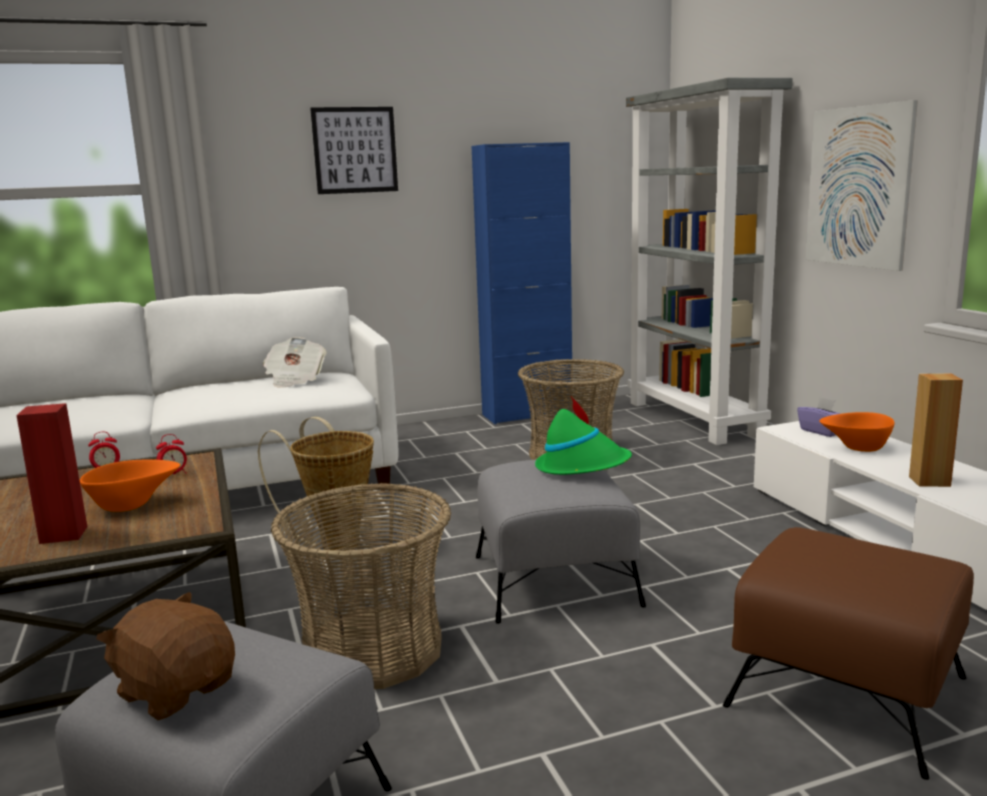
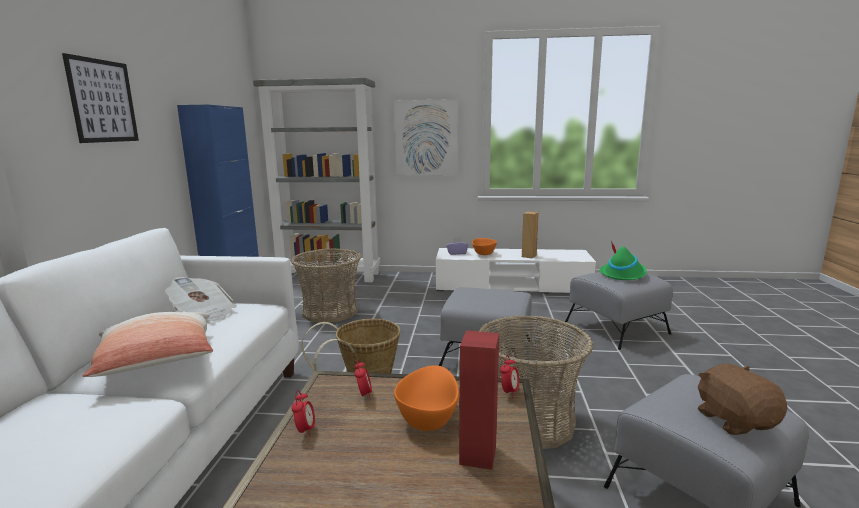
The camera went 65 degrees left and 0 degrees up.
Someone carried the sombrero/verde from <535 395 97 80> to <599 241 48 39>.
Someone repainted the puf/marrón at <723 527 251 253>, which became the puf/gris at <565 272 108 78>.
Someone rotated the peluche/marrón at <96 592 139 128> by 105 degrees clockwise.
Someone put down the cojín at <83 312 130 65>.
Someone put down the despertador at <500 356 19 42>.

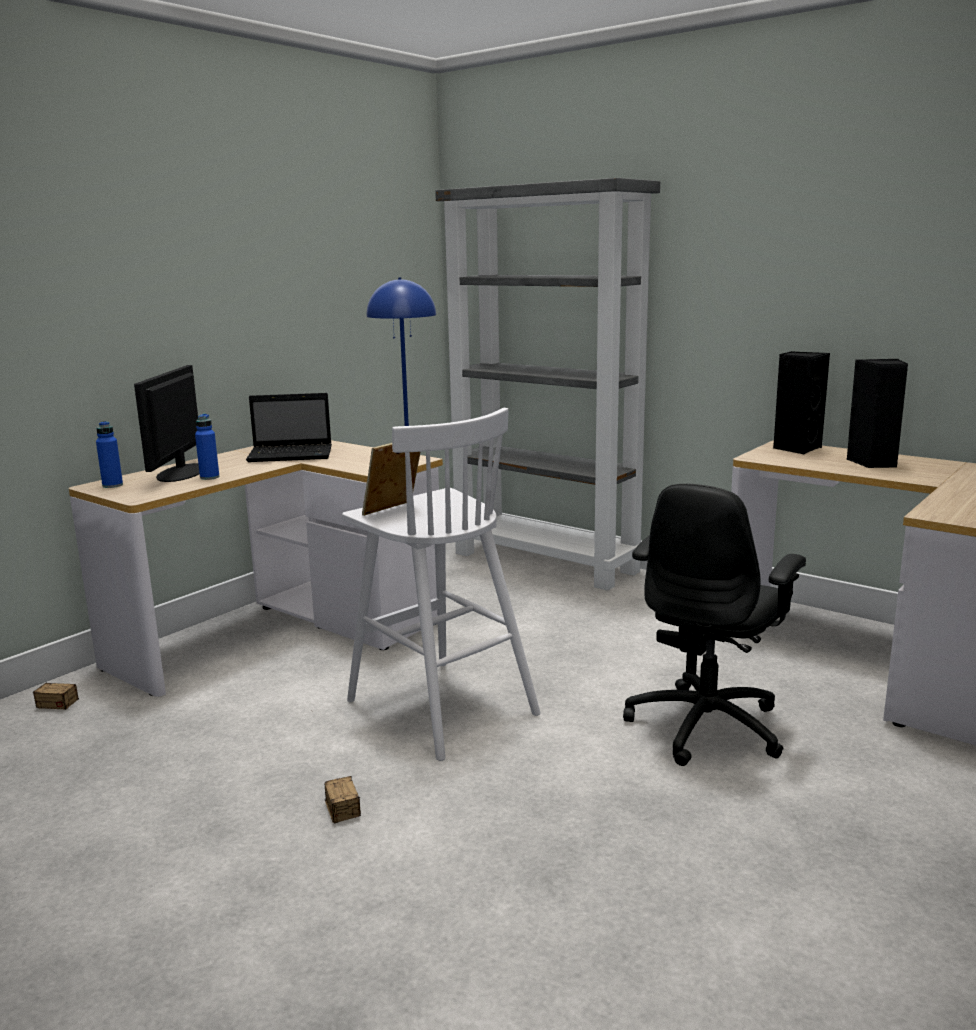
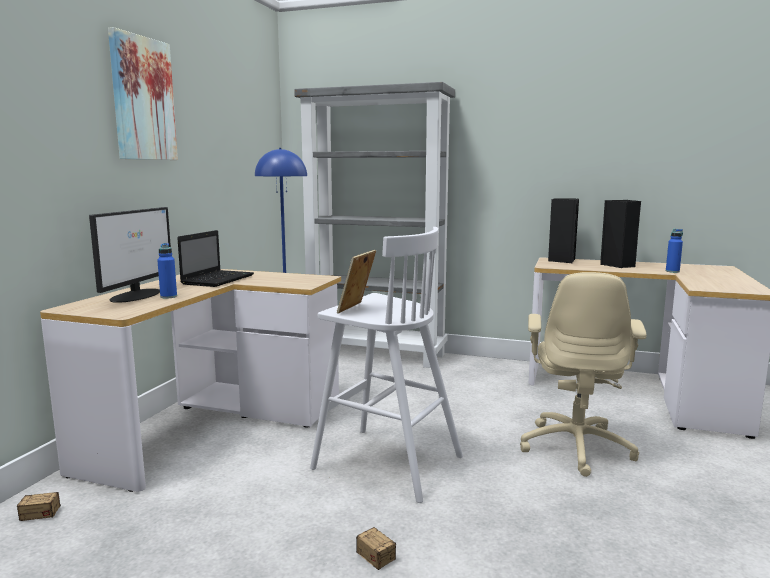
The camera went 20 degrees left and 5 degrees down.
Someone rotated the monitor at <134 365 66 117> by 150 degrees counterclockwise.
Someone rotated the portátil at <246 393 86 69> by 45 degrees counterclockwise.
Someone carried the botella/azul from <96 421 27 67> to <666 229 17 44>.
Someone repainted the silla de oficina/negro at <623 484 183 282>, which became the silla de oficina/beis at <520 272 127 205>.
Someone put up the cuadro at <108 27 70 133>.

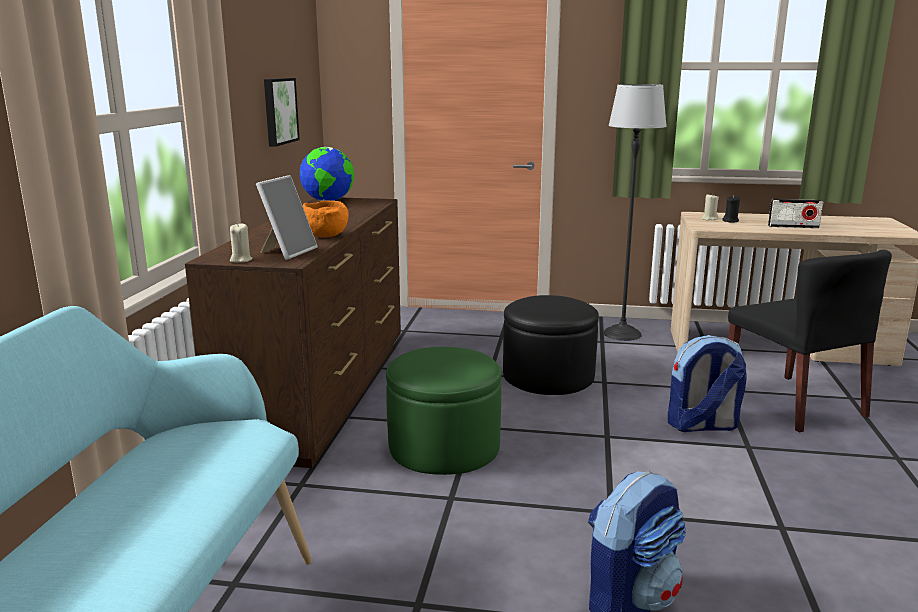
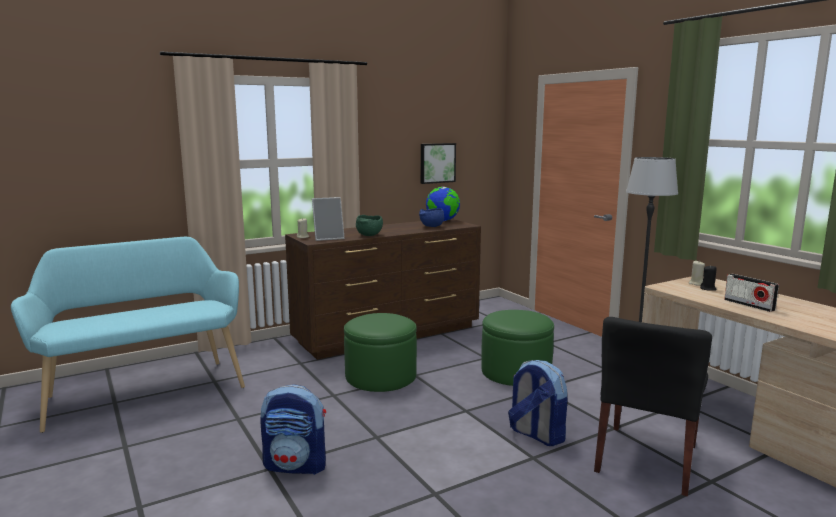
The camera went 50 degrees right and 5 degrees down.
Someone repainted the cuenco/naranja at <303 201 46 36>, which became the cuenco/verde at <356 215 27 21>.
Someone repainted the puf/negro at <503 295 96 100>, which became the puf/verde at <481 310 73 76>.
Someone put down the cuenco/azul at <419 208 25 19>.

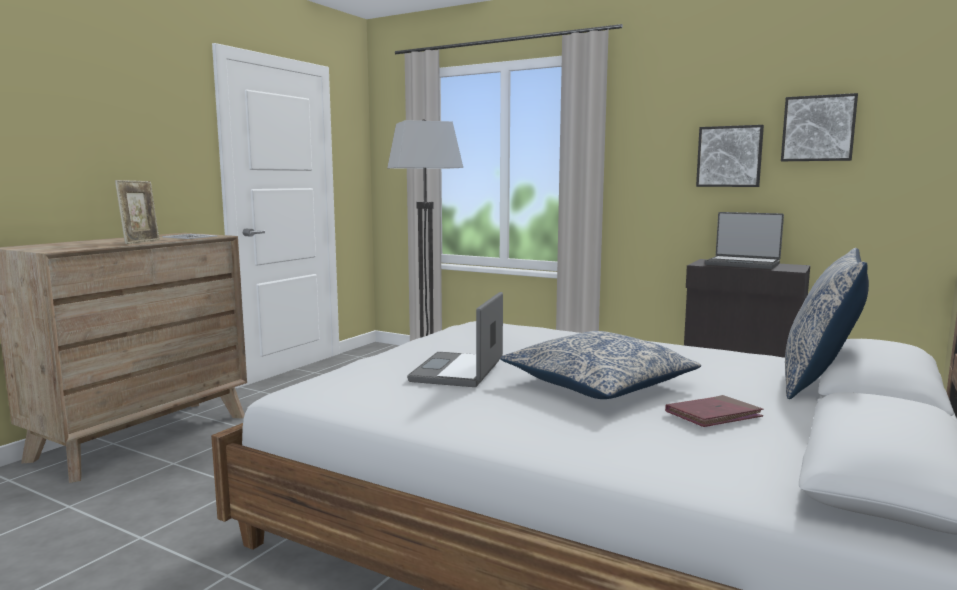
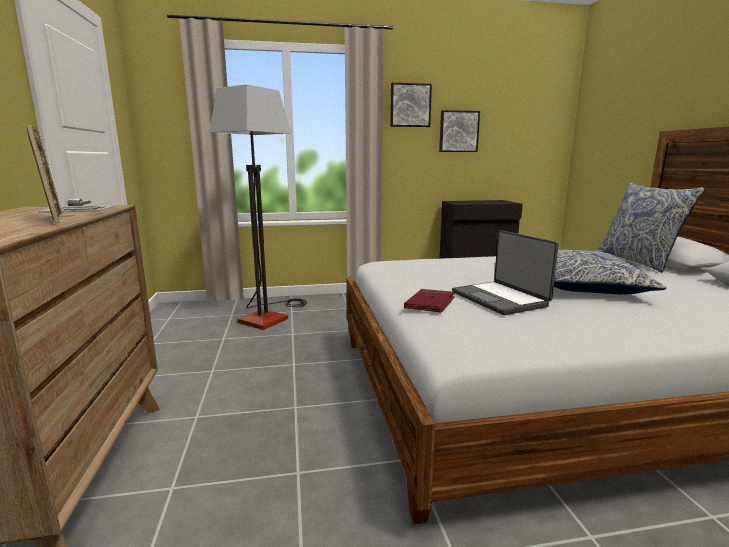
The camera went 40 degrees left and 5 degrees up.
Someone carried the cuadro from <781 93 77 68> to <390 83 42 44>.
Someone took away the portátil at <705 212 79 57>.
Someone carried the libro/rojo from <665 395 98 32> to <404 289 51 23>.

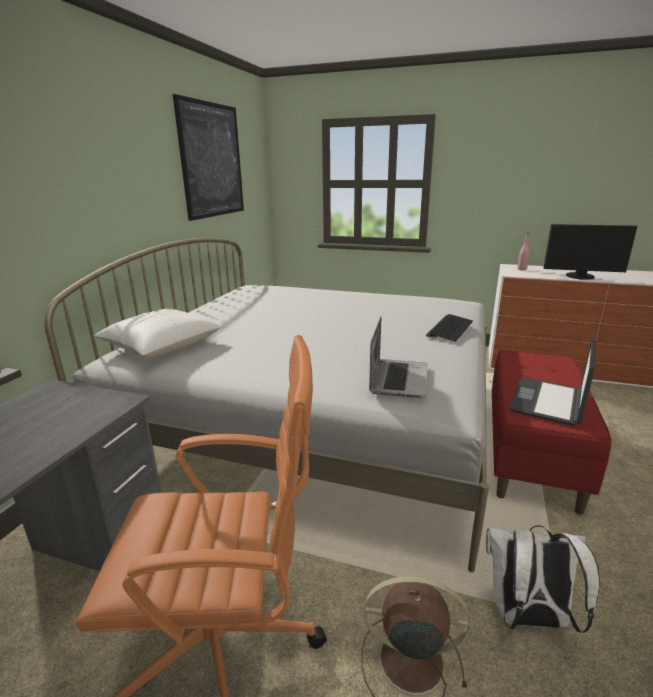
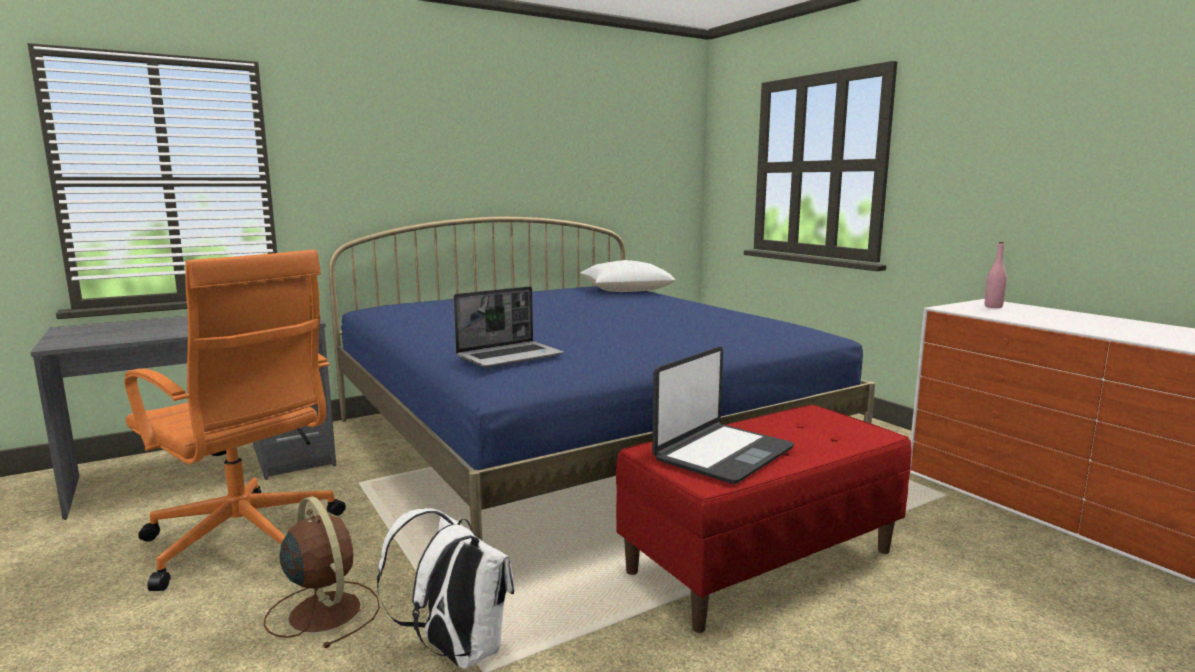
The camera went 40 degrees right and 10 degrees down.
Someone took away the cuadro at <173 94 71 127>.
Someone took away the monitor at <543 224 94 56>.
Someone repainted the cama/blanco at <44 238 445 334>, which became the cama/azul at <329 217 546 324>.
Someone carried the cojín/blanco from <93 308 127 50> to <580 260 95 32>.
Someone took away the teclado at <426 314 47 28>.
Someone rotated the portátil at <509 338 87 88> by 150 degrees clockwise.

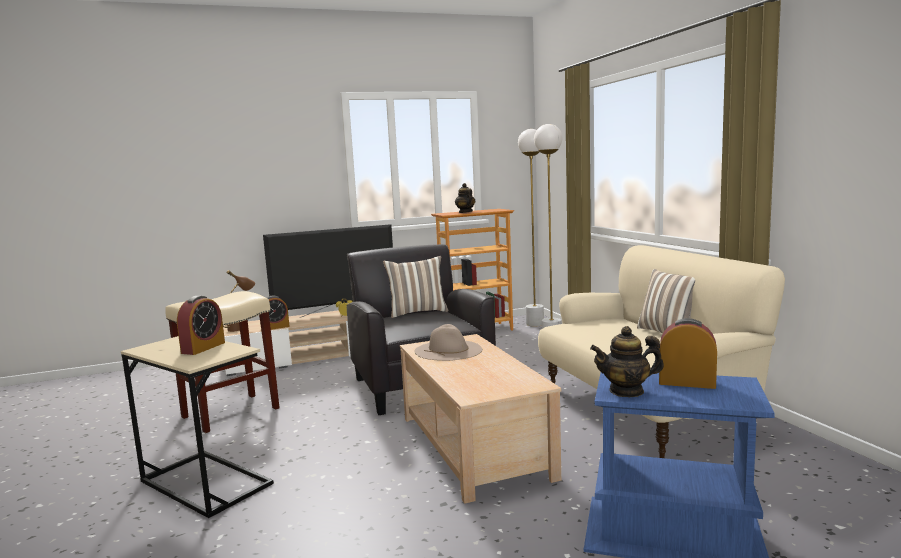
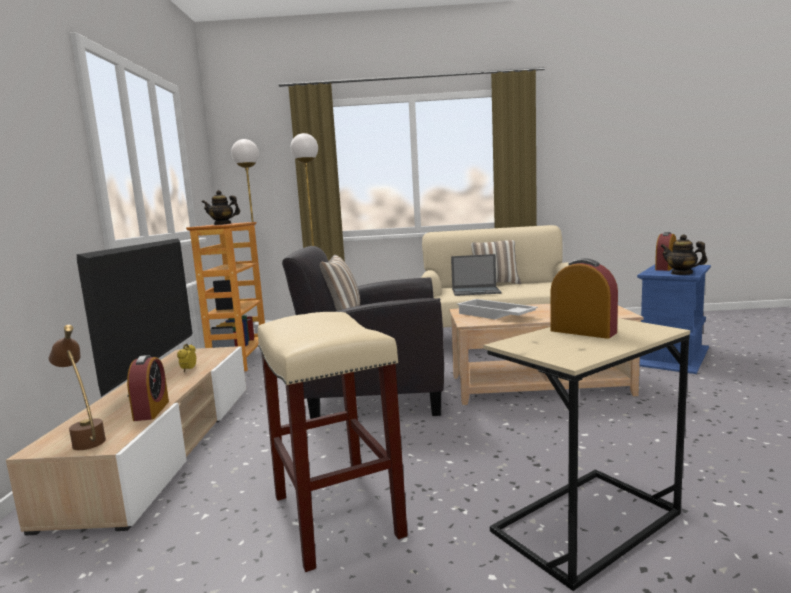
The camera went 70 degrees left and 0 degrees up.
Someone swapped the sombrero/beis at <414 324 69 37> for the bandeja/blanco at <457 299 81 20>.
Someone rotated the tetera at <590 326 74 71> by 120 degrees clockwise.
Someone put down the portátil at <451 254 50 42>.

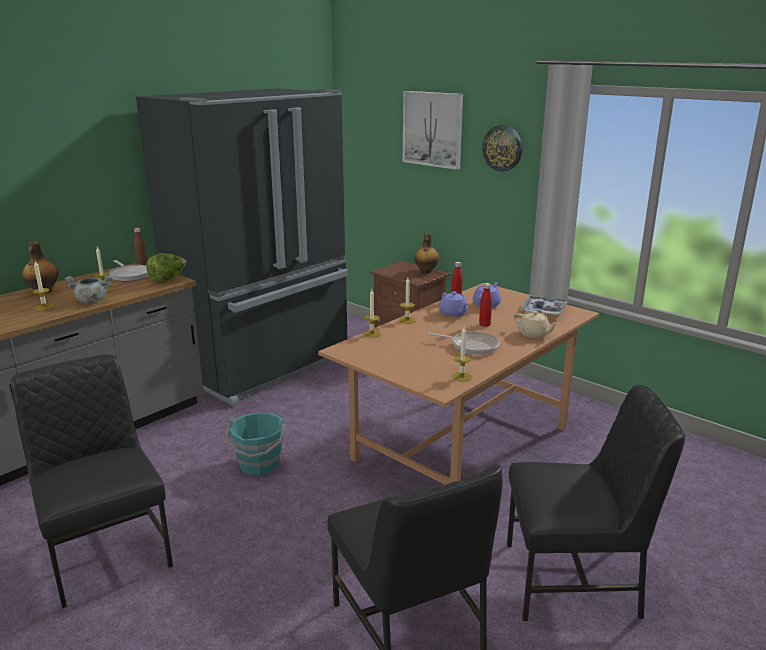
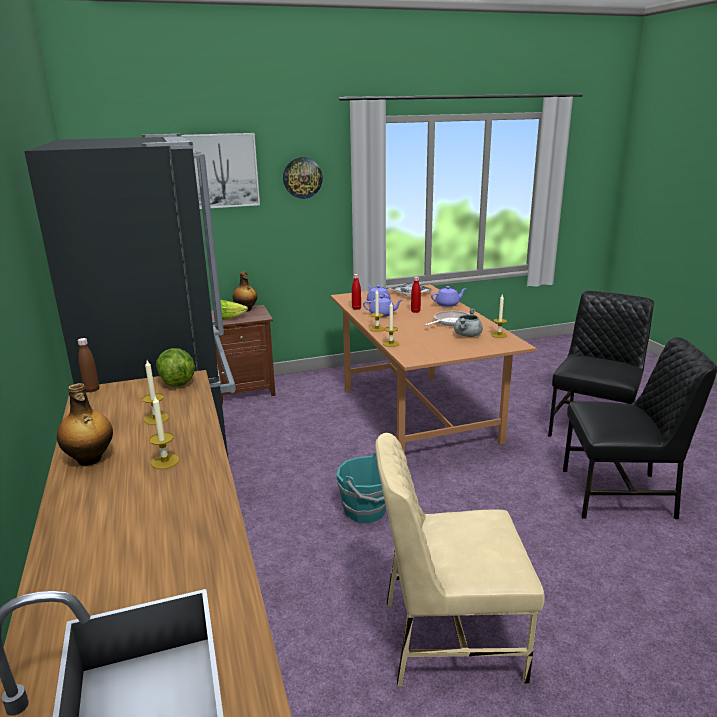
The camera went 60 degrees left and 0 degrees up.
Someone took away the sartén at <109 260 40 21>.
Someone carried the olla/gris from <64 275 48 28> to <454 308 29 29>.
Someone repainted the tetera/beis at <514 311 44 27>, which became the tetera/morado at <431 286 36 21>.
Someone repainted the silla/negro at <11 354 162 255>, which became the silla/beis at <375 433 170 254>.
Someone put down the lechuga at <220 300 28 20>.

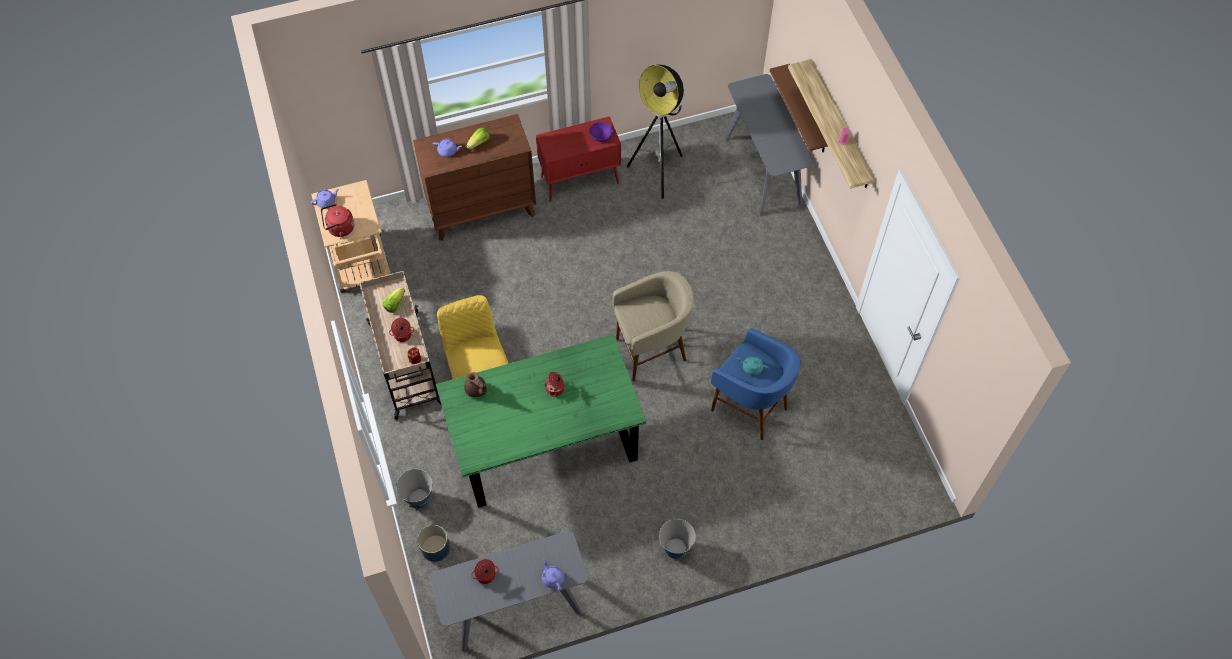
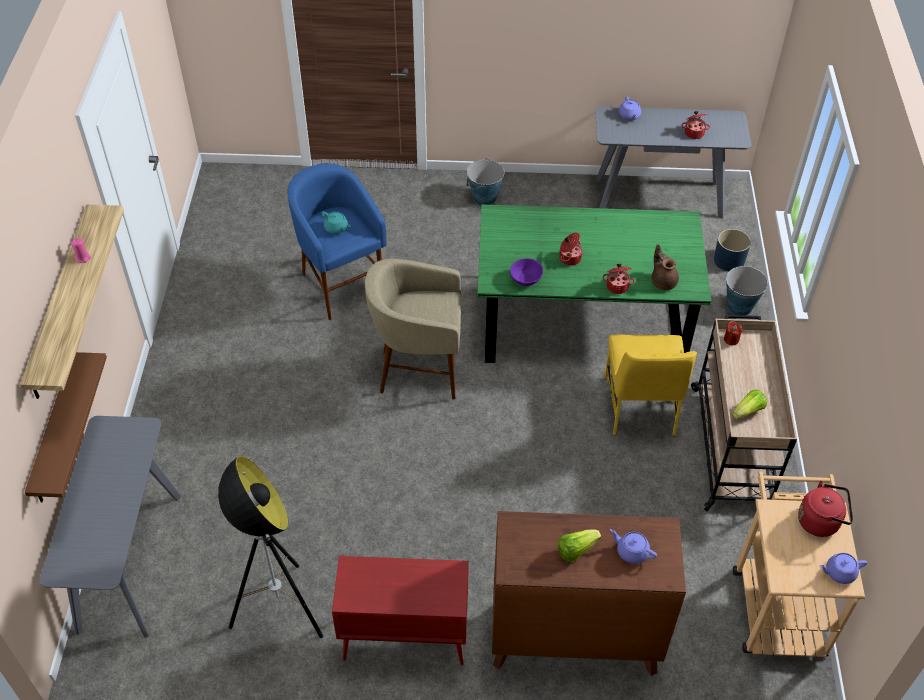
The camera went 160 degrees left and 10 degrees down.
Someone carried the cuenco/morado from <590 122 23 20> to <510 258 33 28>.
Someone carried the olla from <389 318 26 24> to <602 264 33 30>.

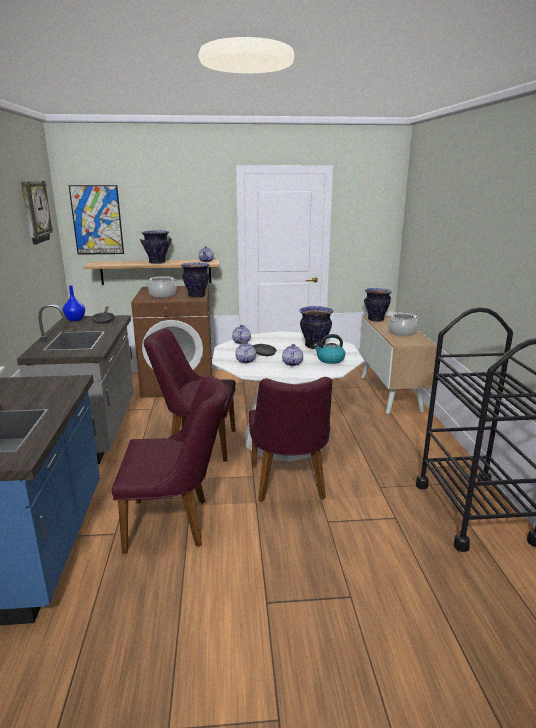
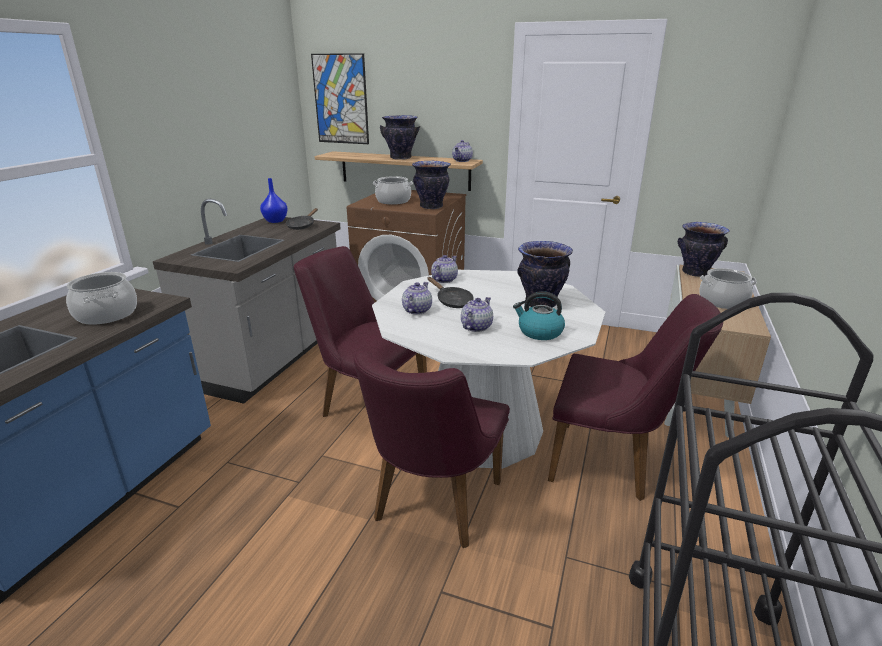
The camera went 25 degrees right and 5 degrees up.
Someone took away the reloj de pared at <21 181 32 63>.
Someone carried the silla/morado from <112 376 115 178> to <548 294 175 207>.
Someone put down the olla at <66 272 71 53>.

